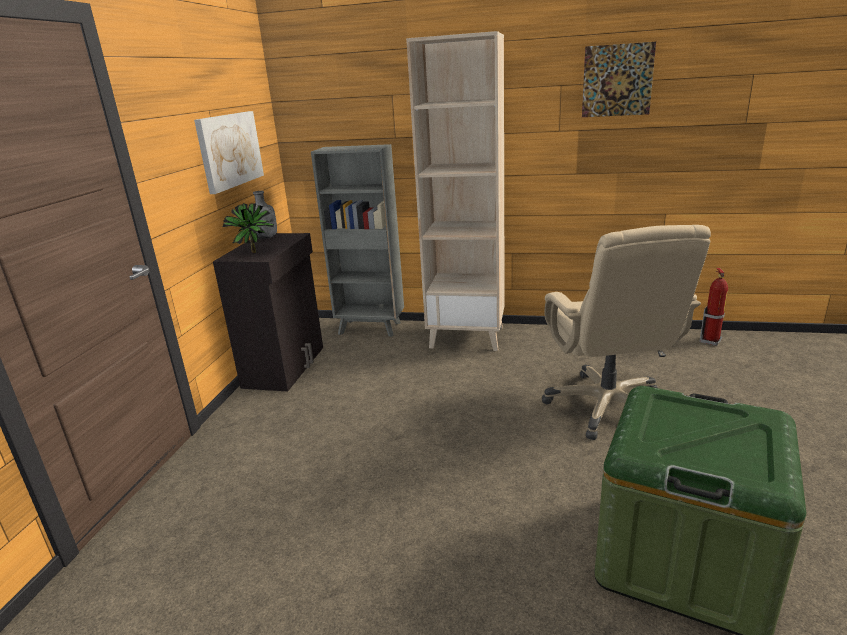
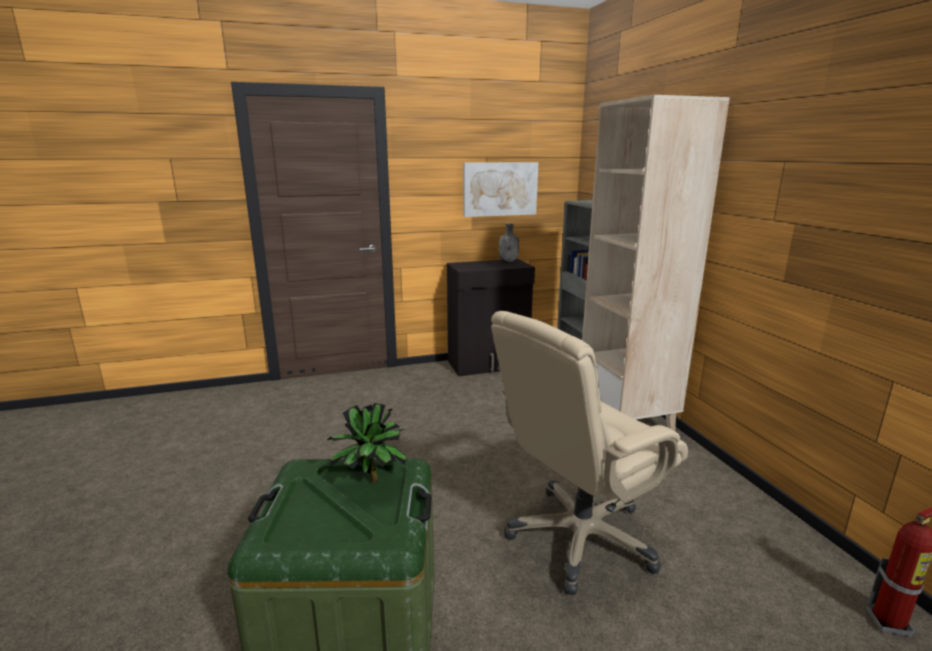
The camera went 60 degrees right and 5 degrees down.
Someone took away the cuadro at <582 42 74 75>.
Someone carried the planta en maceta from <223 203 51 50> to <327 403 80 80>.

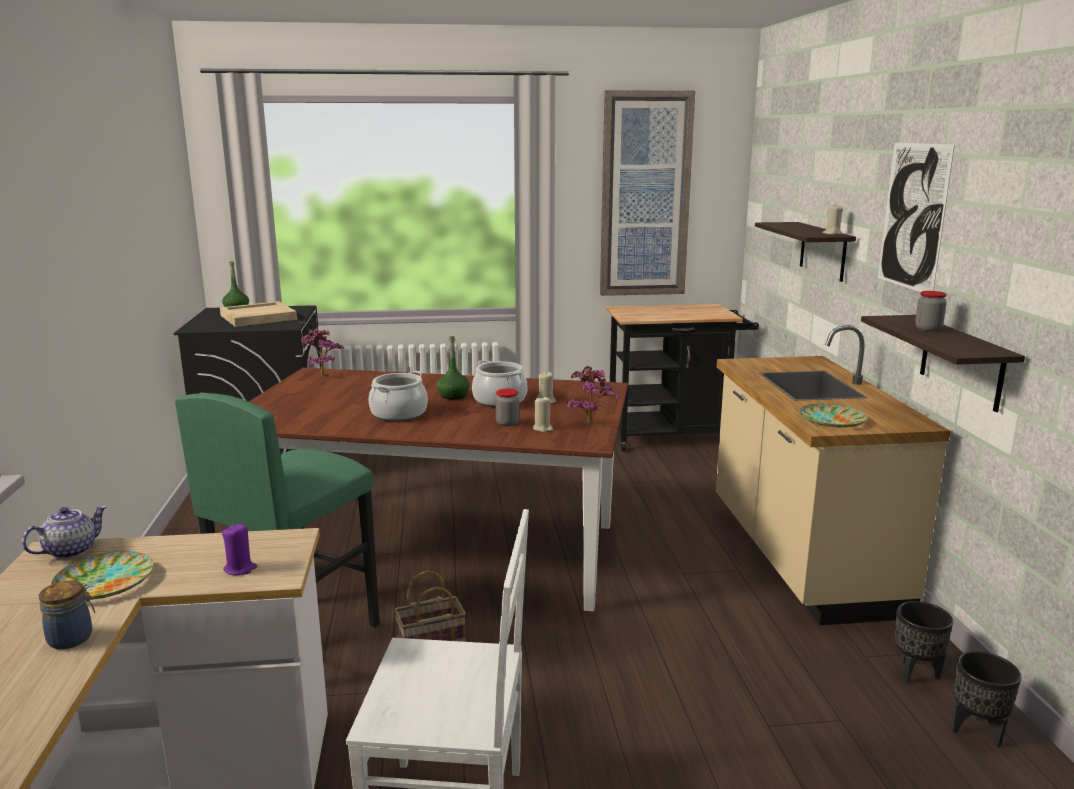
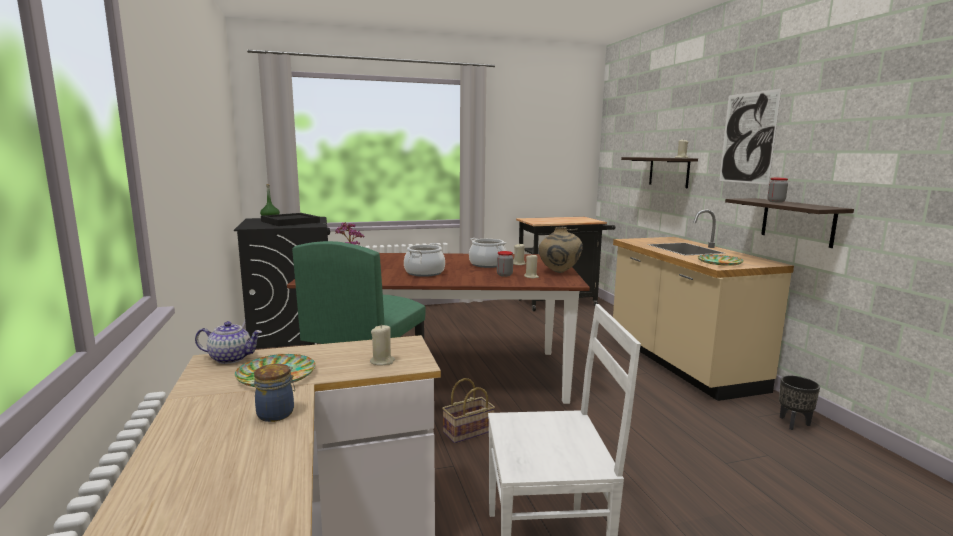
The camera went 10 degrees left and 5 degrees down.
Someone took away the cuadro at <600 90 95 206>.
Someone repainted the bandeja/beis at <220 301 77 26>, which became the bandeja/negro at <261 213 59 13>.
Someone took away the botella/verde at <437 336 33 63>.
Someone swapped the planta en maceta at <567 366 53 57> for the florero/beis at <539 227 44 46>.
Someone rotated the tetera at <22 505 85 54> by 60 degrees clockwise.
Someone repainted the vela/morado at <222 524 35 51>, which became the vela/beis at <370 324 25 41>.
Someone took away the maceta/negro at <951 651 70 97>.

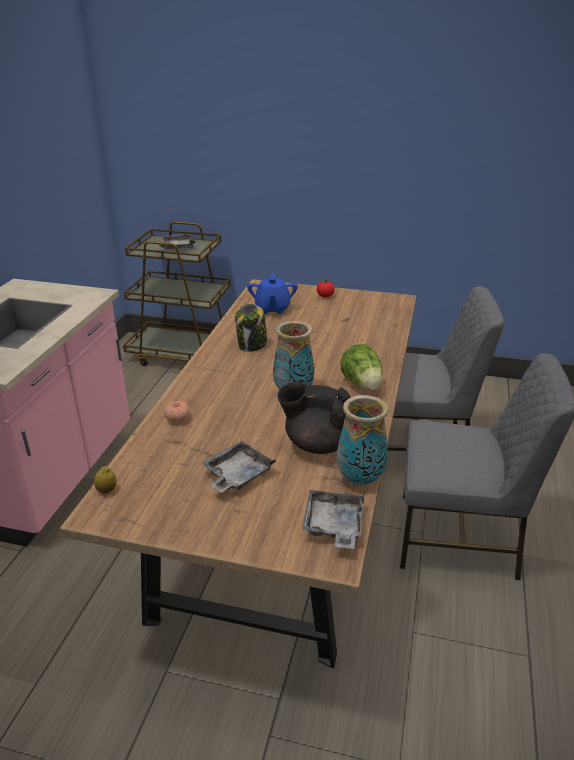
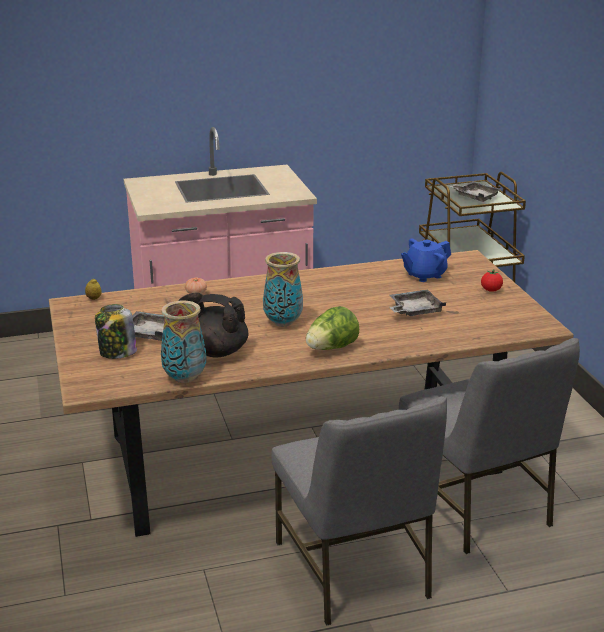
The camera went 60 degrees right and 5 degrees down.
Someone carried the tarro from <235 304 33 48> to <95 304 42 55>.
Someone rotated the tetera/negro at <277 382 74 72> by 60 degrees counterclockwise.
Someone carried the bandeja/gris from <302 490 63 59> to <389 290 57 26>.

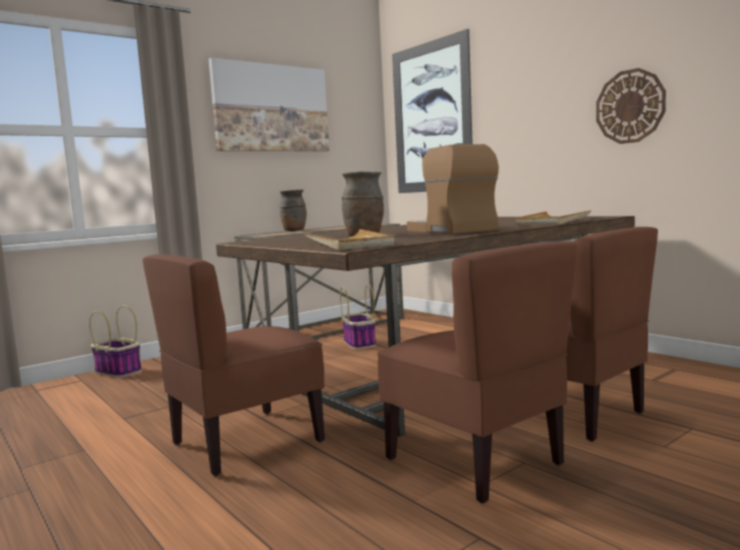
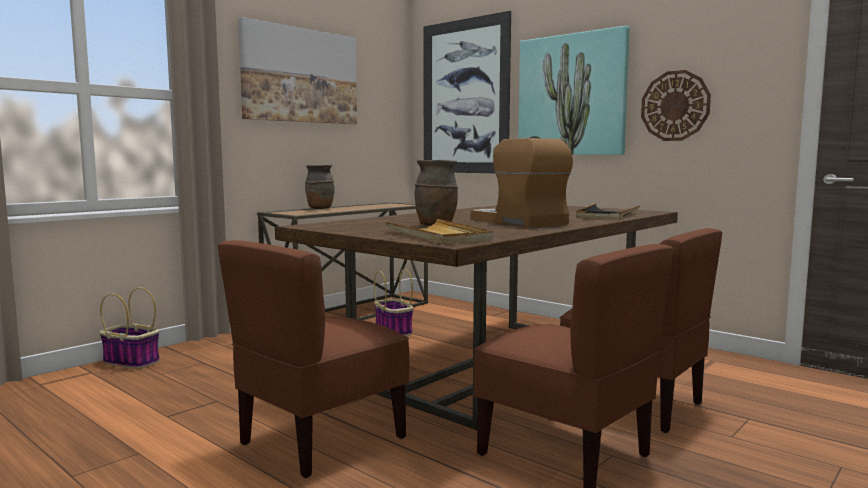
The camera went 10 degrees left and 0 degrees up.
Someone repainted the bandeja/beis at <516 210 75 15>, which became the bandeja/negro at <576 204 65 16>.
Someone put up the cuadro at <518 26 112 129>.

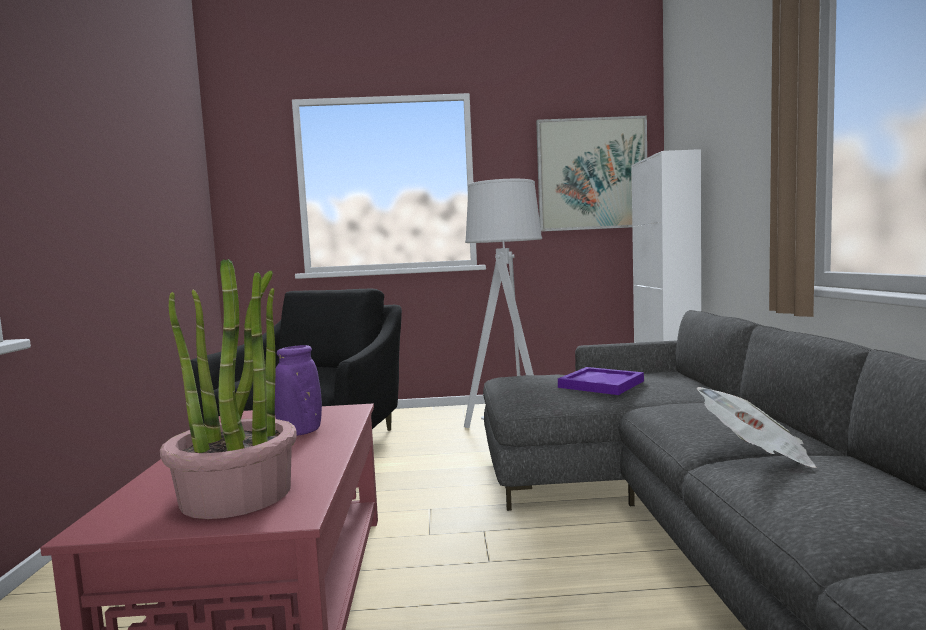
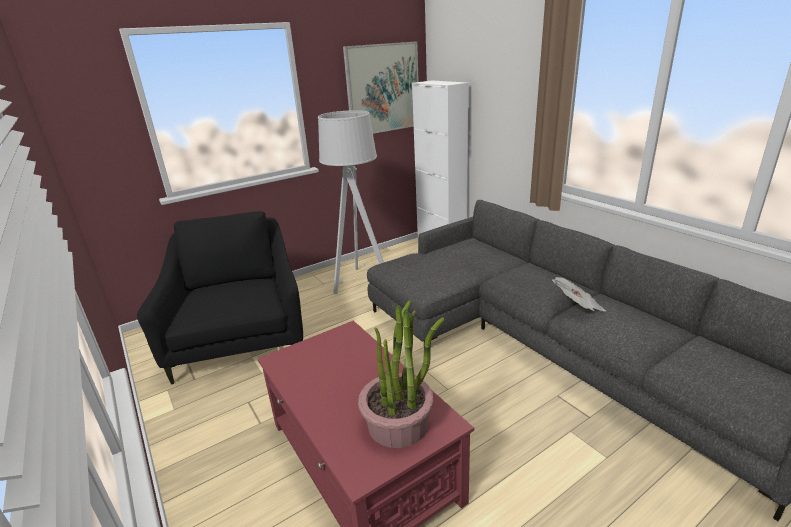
The camera went 30 degrees left and 20 degrees up.
Someone took away the florero/morado at <275 345 47 91>.
Someone took away the bandeja/morado at <558 367 86 28>.

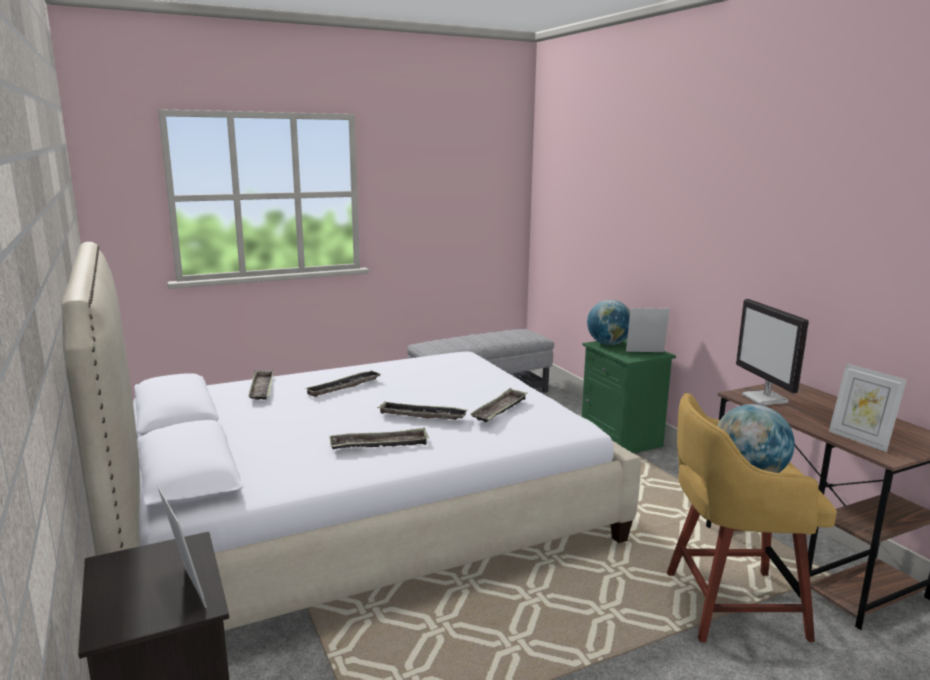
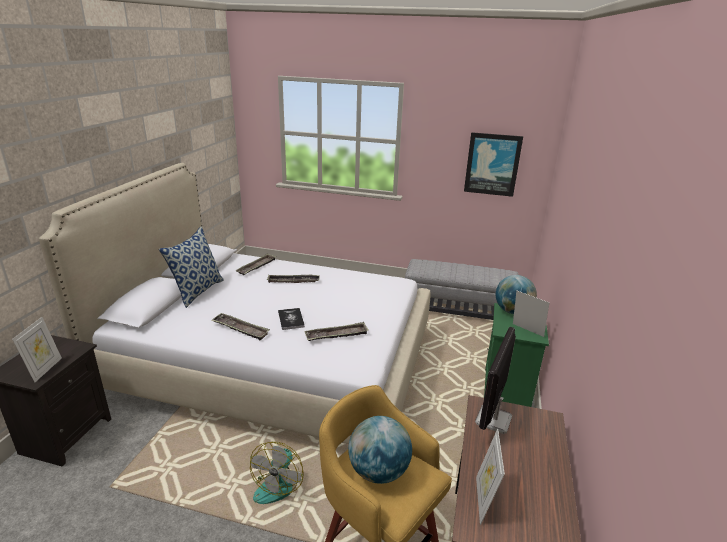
The camera went 40 degrees right and 10 degrees up.
Someone swapped the bandeja at <377 402 91 18> for the libro at <278 308 27 22>.
Someone put up the cuadro at <464 132 59 65>.
Someone put down the cojín at <159 226 65 82>.
Someone put down the ventilador at <250 442 54 62>.

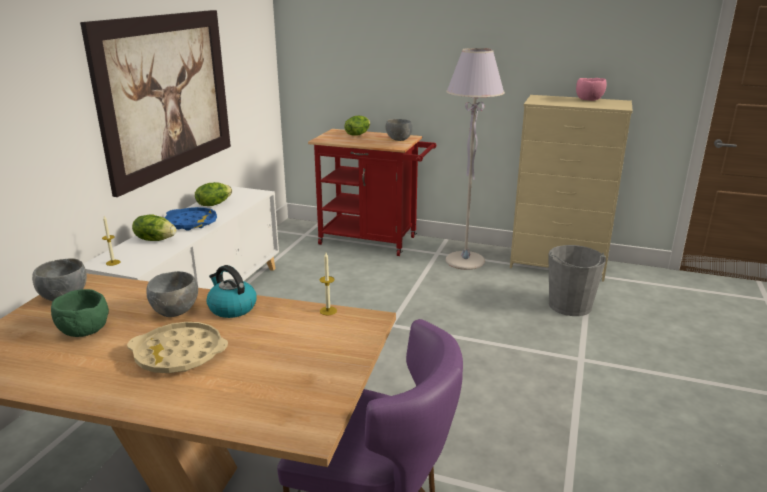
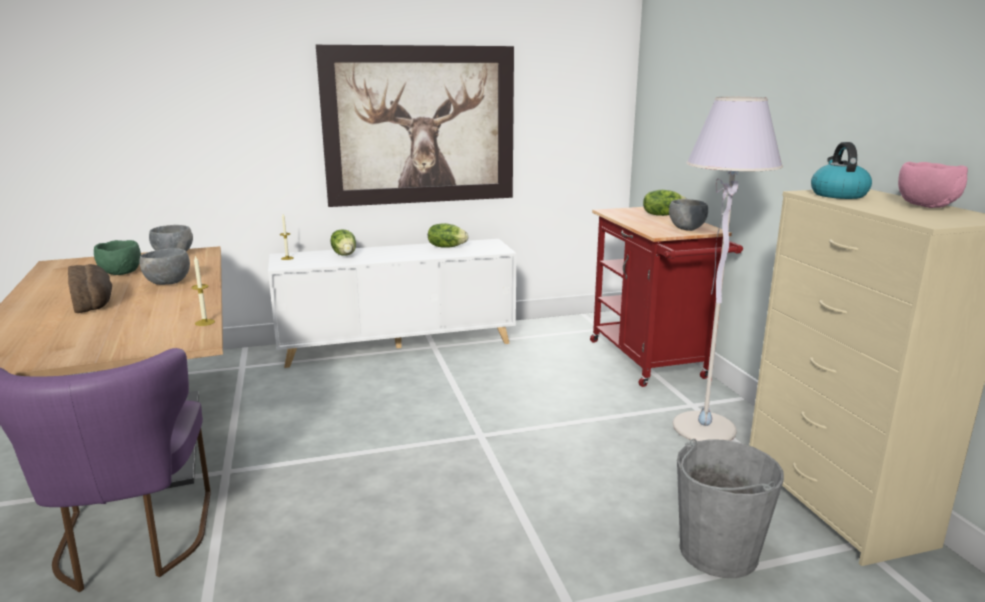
The camera went 55 degrees right and 5 degrees down.
Someone took away the bandeja/azul at <165 207 52 24>.
Someone carried the hervidor from <206 265 51 53> to <811 142 61 57>.
Someone swapped the bandeja/beis at <127 322 101 51> for the pan at <68 264 44 49>.

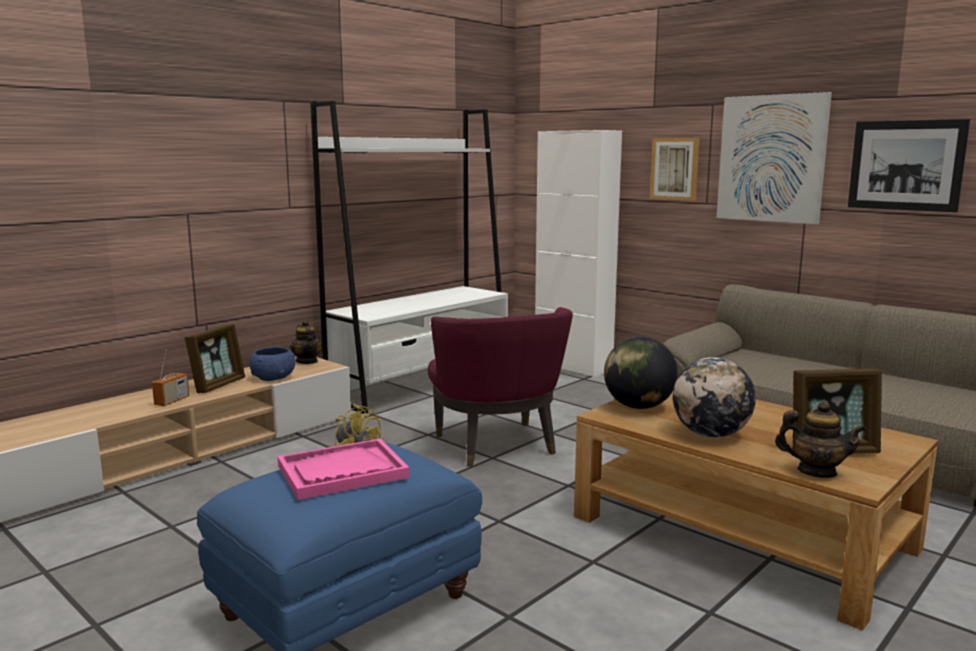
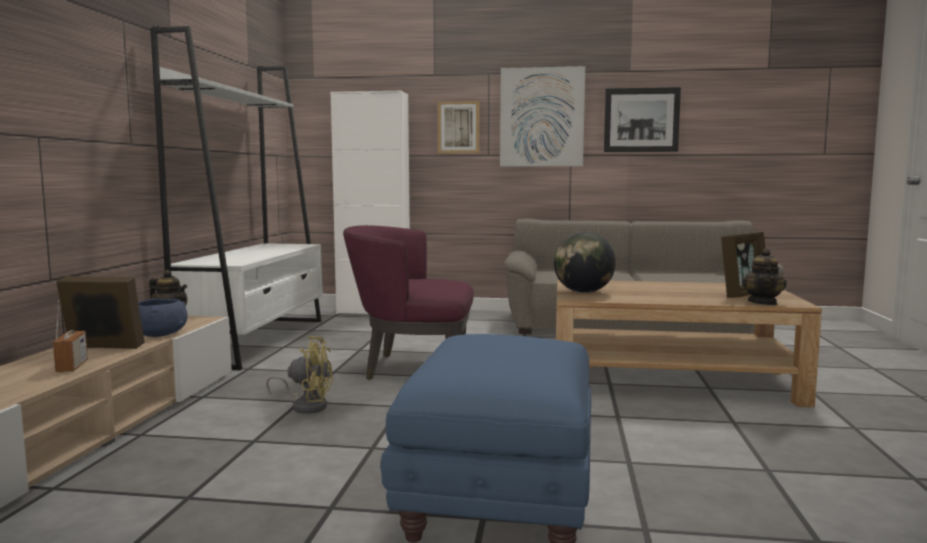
The camera went 35 degrees left and 5 degrees down.
Someone rotated the sillón/morado at <428 307 145 159> by 150 degrees clockwise.
Someone rotated the portarretratos at <185 324 60 69> by 75 degrees counterclockwise.
Someone took away the globo terráqueo at <673 357 83 81>.
Someone rotated the tetera at <775 401 92 77> by 120 degrees clockwise.
Someone took away the bandeja/rosa at <277 439 132 61>.

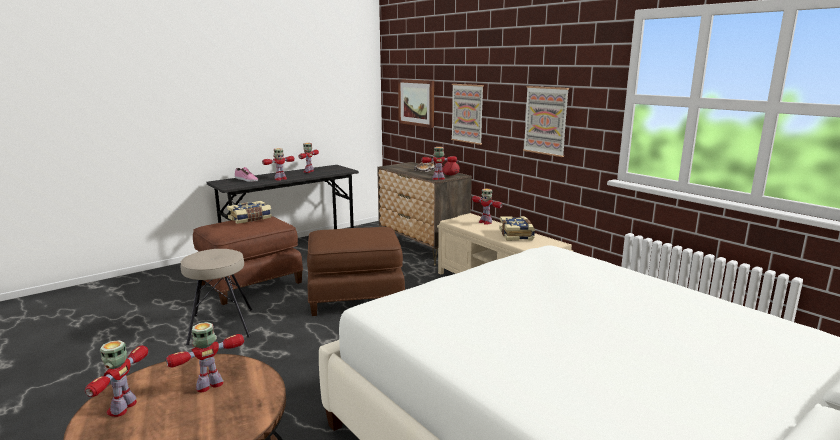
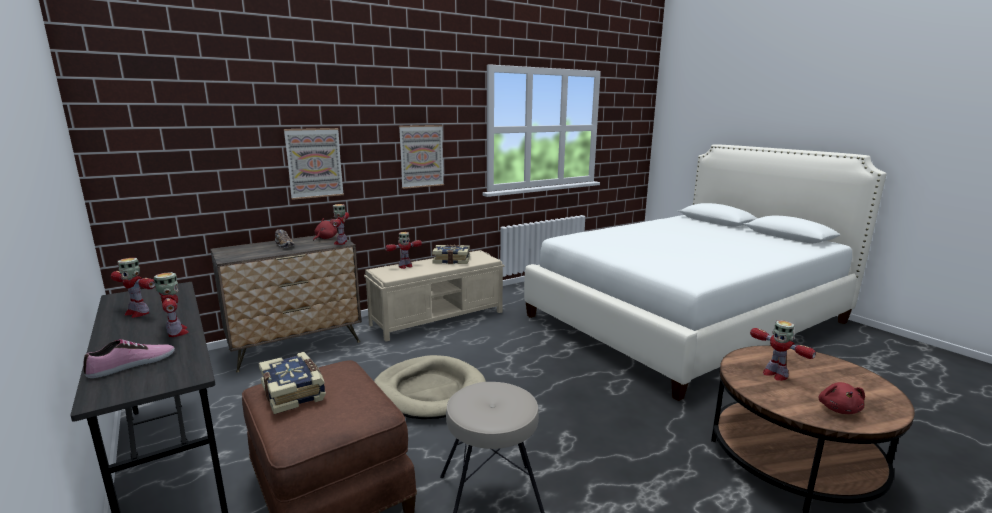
The camera went 85 degrees left and 0 degrees up.
Someone took away the cuadro at <398 79 36 49>.
Someone swapped the puf/marrón at <307 227 98 89> for the cama para perro/beis at <374 355 112 64>.
Someone swapped the robot de juguete at <85 340 63 77> for the peluche/rojo at <819 382 46 32>.

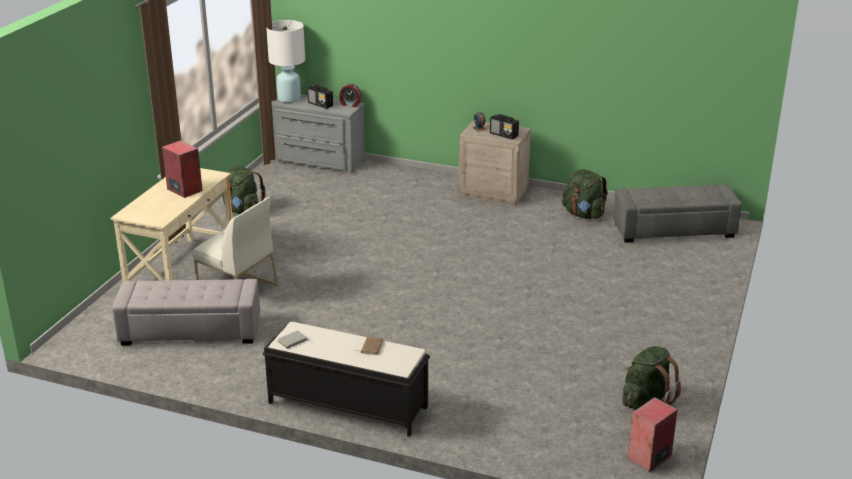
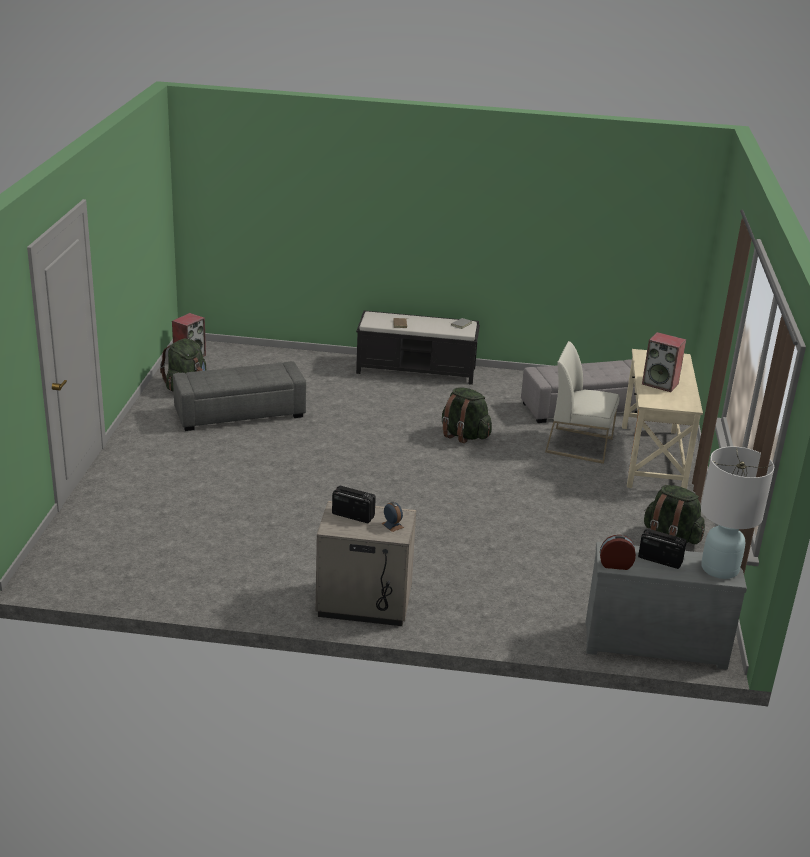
The camera went 165 degrees right and 0 degrees up.
Someone carried the mochila/verde from <562 169 46 50> to <442 387 50 56>.
Someone carried the puf/gris from <613 184 129 59> to <173 361 133 70>.

